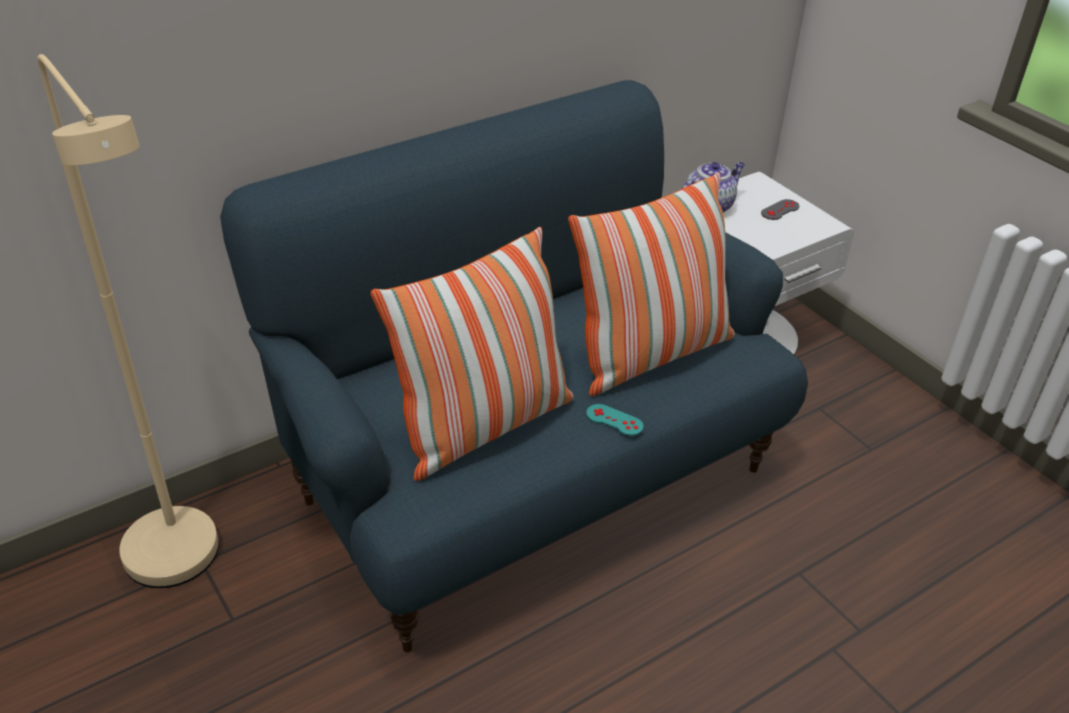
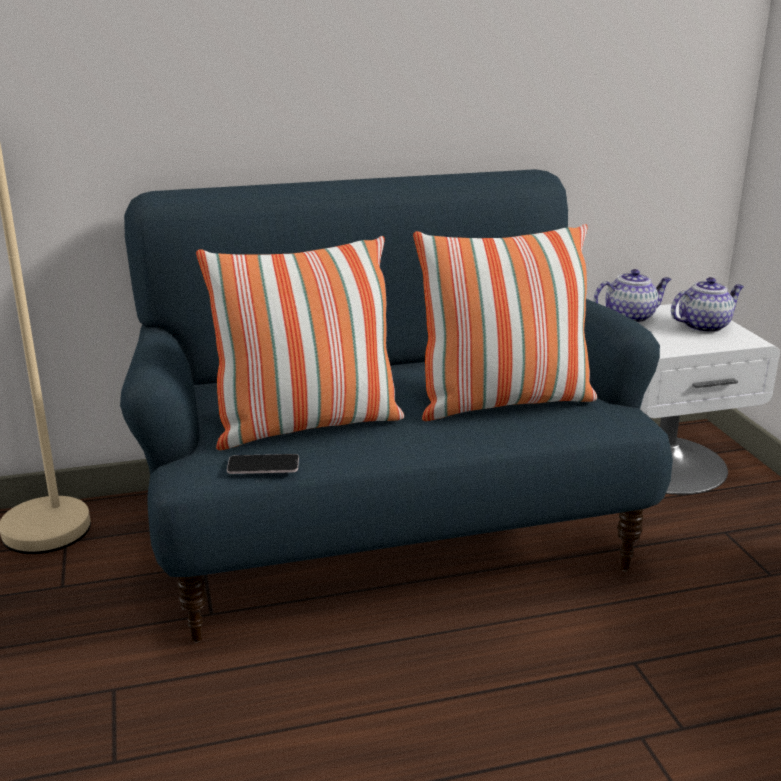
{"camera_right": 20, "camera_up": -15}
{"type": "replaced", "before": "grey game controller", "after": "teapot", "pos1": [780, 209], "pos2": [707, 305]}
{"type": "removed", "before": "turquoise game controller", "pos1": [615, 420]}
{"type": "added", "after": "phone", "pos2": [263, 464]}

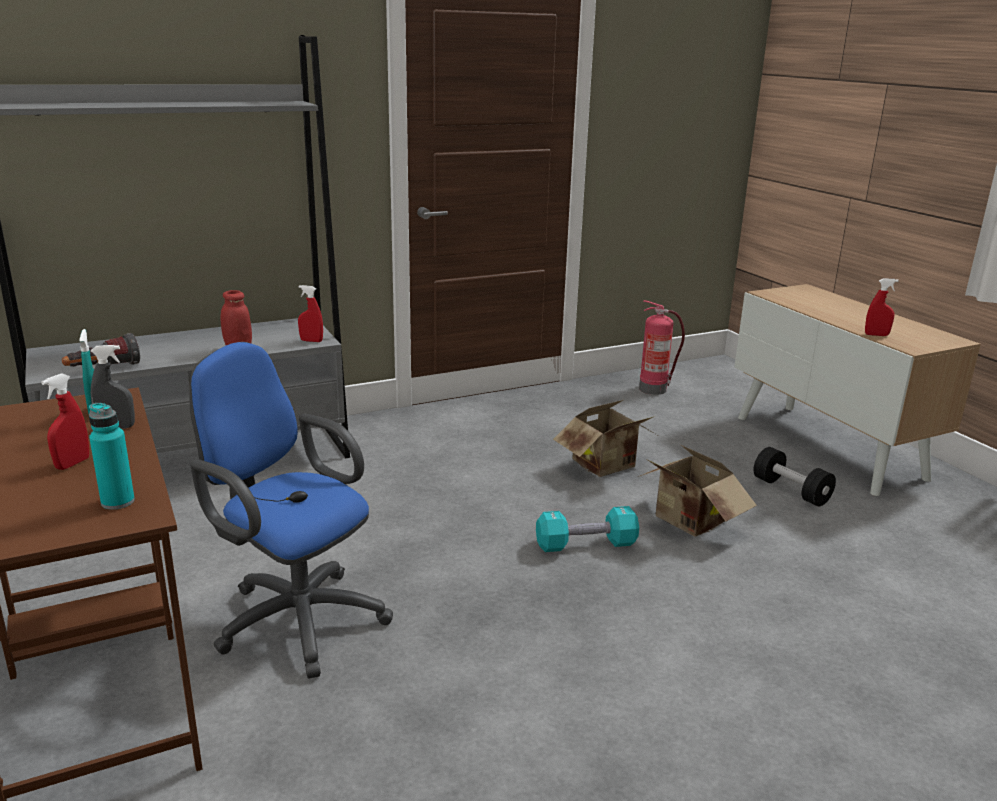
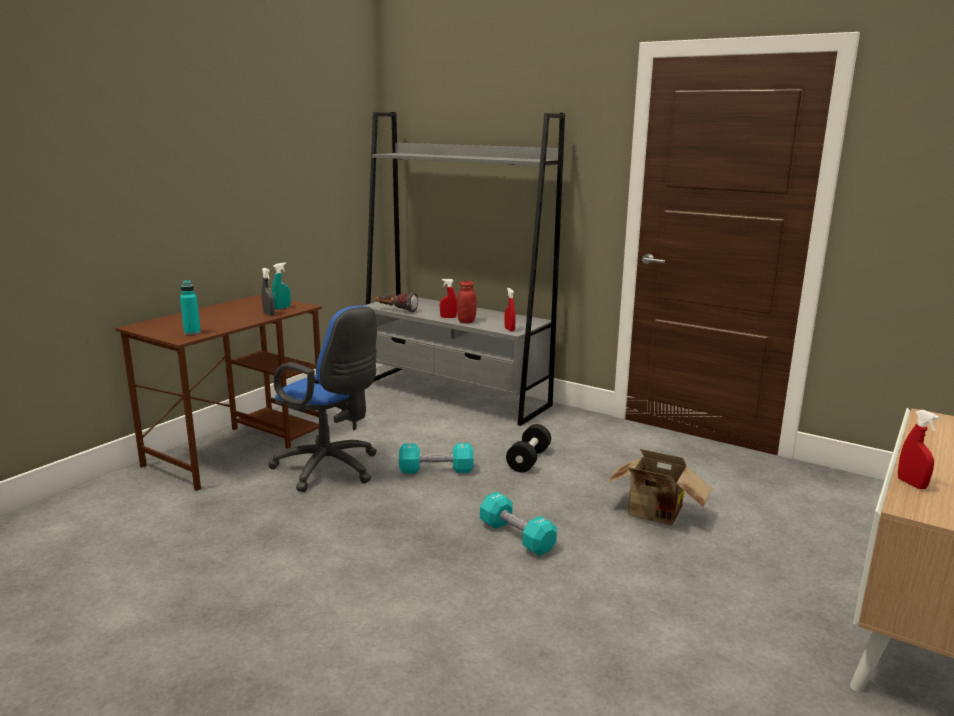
{"camera_right": 60, "camera_up": -5}
{"type": "removed", "before": "fire extinguisher", "pos1": [662, 347]}
{"type": "turned", "before": "blue office chair", "pos1": [291, 510], "pos2": [322, 399], "turn": 120}
{"type": "moved", "before": "red spray bottle", "pos1": [65, 421], "pos2": [448, 298]}
{"type": "removed", "before": "cardboard box", "pos1": [697, 491]}
{"type": "moved", "before": "black dumbbell", "pos1": [795, 476], "pos2": [528, 448]}
{"type": "added", "after": "turquoise dumbbell", "pos2": [436, 458]}

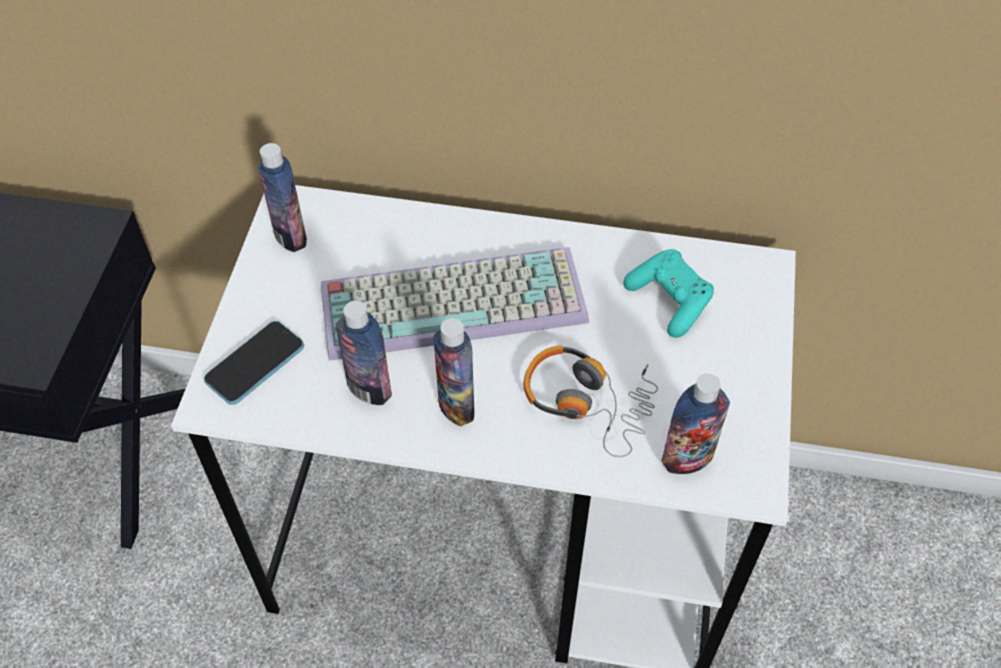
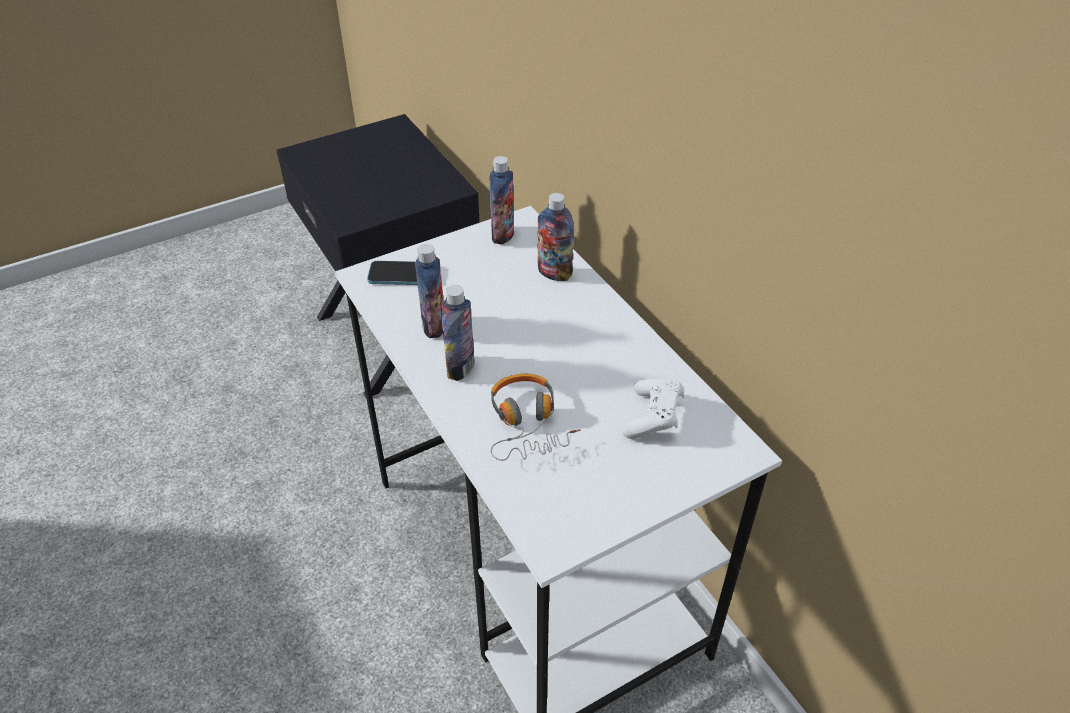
{"camera_right": 50, "camera_up": -10}
{"type": "removed", "before": "keyboard", "pos1": [455, 304]}
{"type": "recoloured", "before": "turquoise game controller", "after": "white game controller", "pos1": [668, 293], "pos2": [653, 408]}
{"type": "moved", "before": "bottle", "pos1": [696, 423], "pos2": [555, 237]}

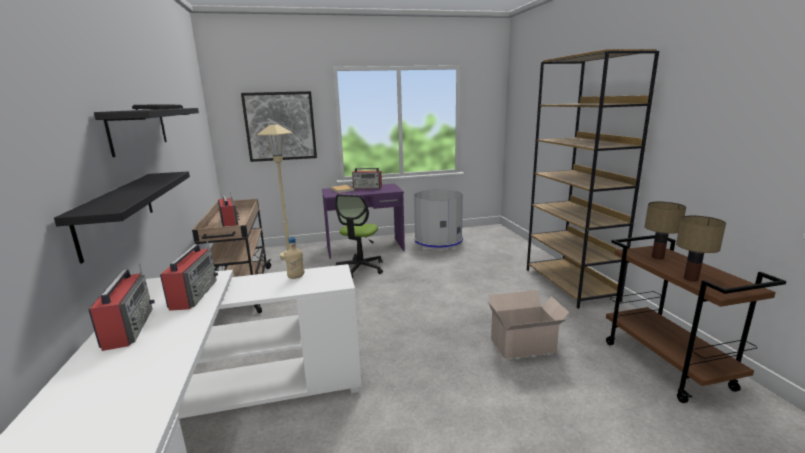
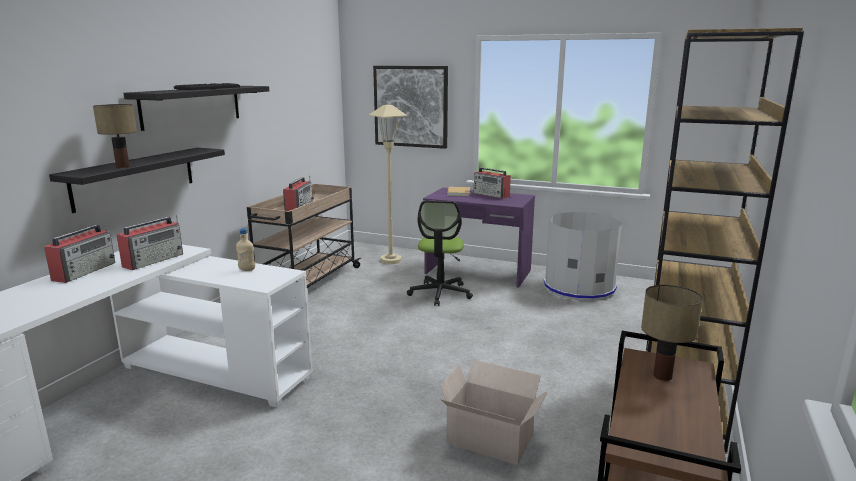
{"camera_right": 35, "camera_up": 0}
{"type": "turned", "before": "office chair", "pos1": [358, 236], "pos2": [440, 253], "turn": -45}
{"type": "moved", "before": "table lamp", "pos1": [701, 249], "pos2": [115, 136]}

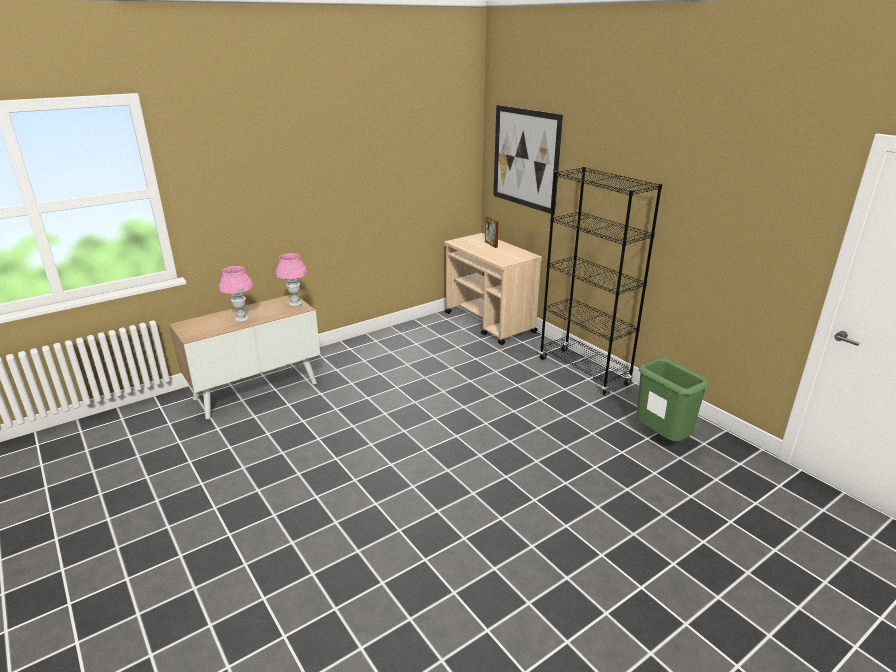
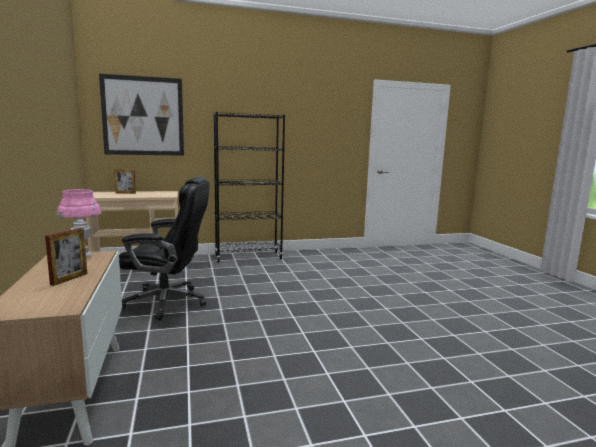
{"camera_right": -70, "camera_up": -15}
{"type": "replaced", "before": "pink table lamp", "after": "picture frame", "pos1": [236, 294], "pos2": [66, 257]}
{"type": "removed", "before": "green trash can", "pos1": [672, 399]}
{"type": "added", "after": "black office chair", "pos2": [164, 248]}

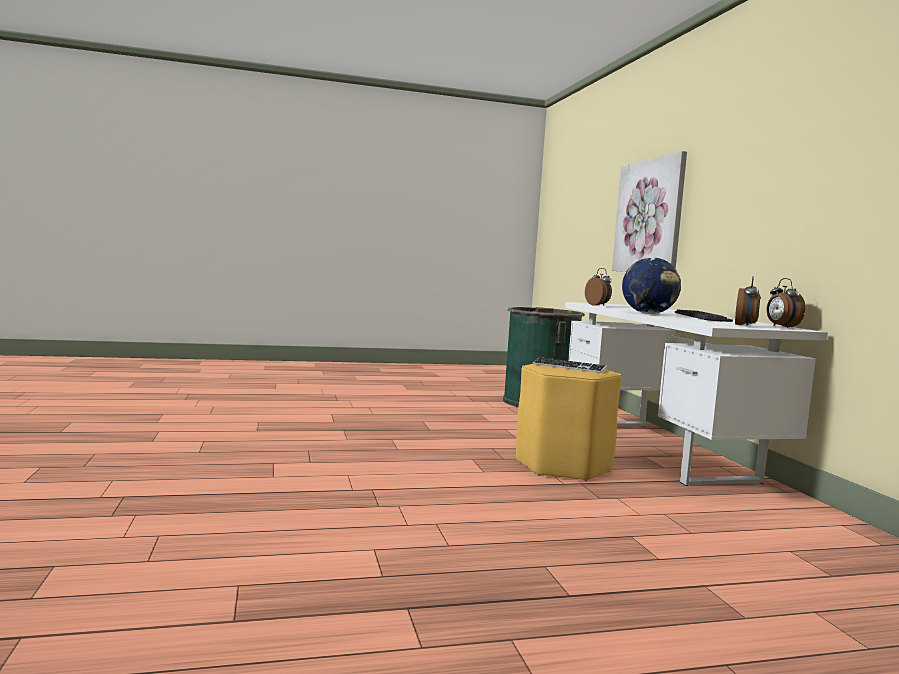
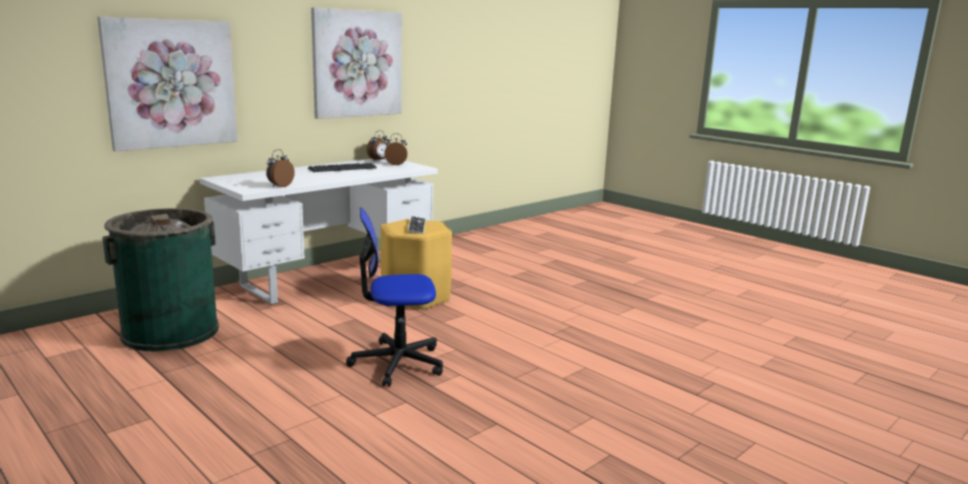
{"camera_right": -120, "camera_up": 10}
{"type": "removed", "before": "globe", "pos1": [651, 285]}
{"type": "added", "after": "picture", "pos2": [356, 63]}
{"type": "added", "after": "office chair", "pos2": [394, 297]}

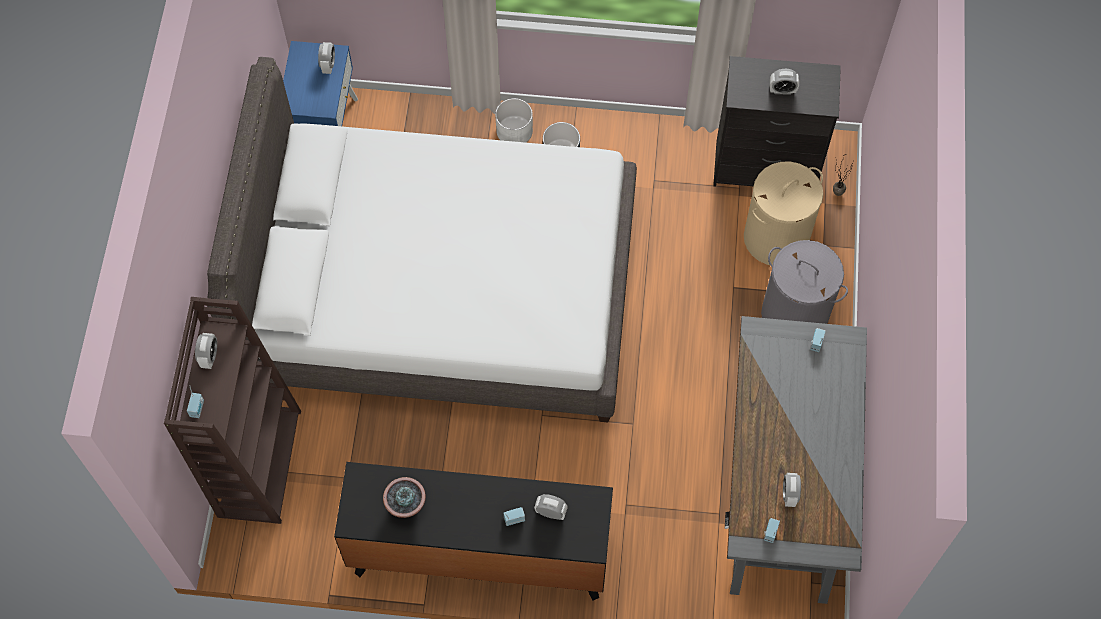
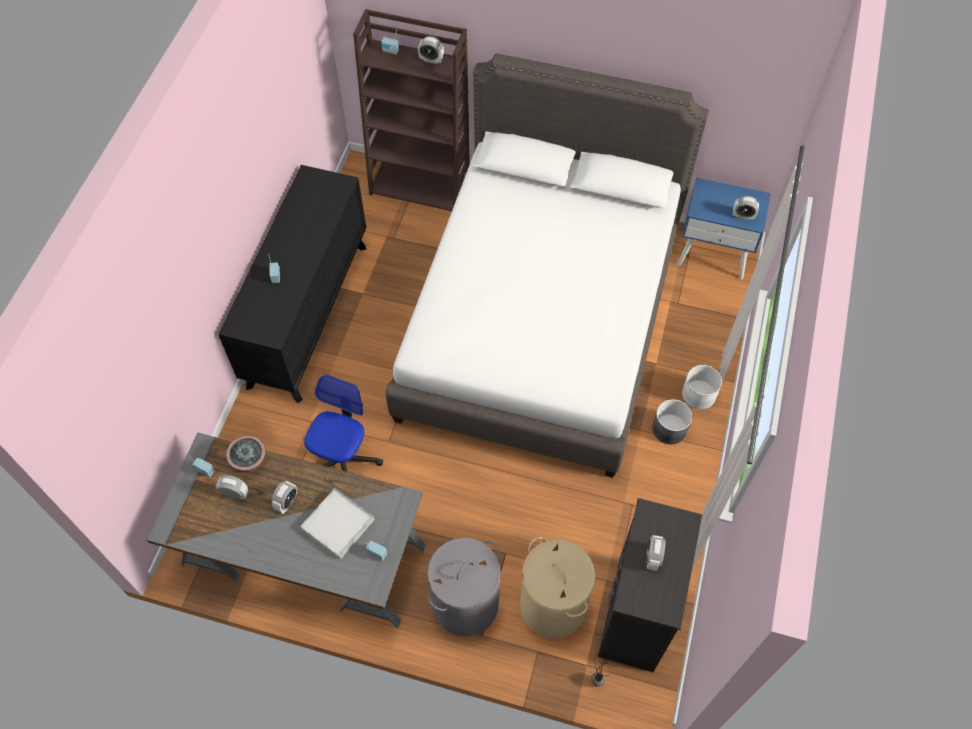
{"camera_right": 100, "camera_up": -5}
{"type": "moved", "before": "potted plant", "pos1": [404, 497], "pos2": [245, 454]}
{"type": "moved", "before": "alarm clock", "pos1": [551, 507], "pos2": [284, 497]}
{"type": "added", "after": "office chair", "pos2": [343, 423]}
{"type": "added", "after": "white tray", "pos2": [337, 523]}

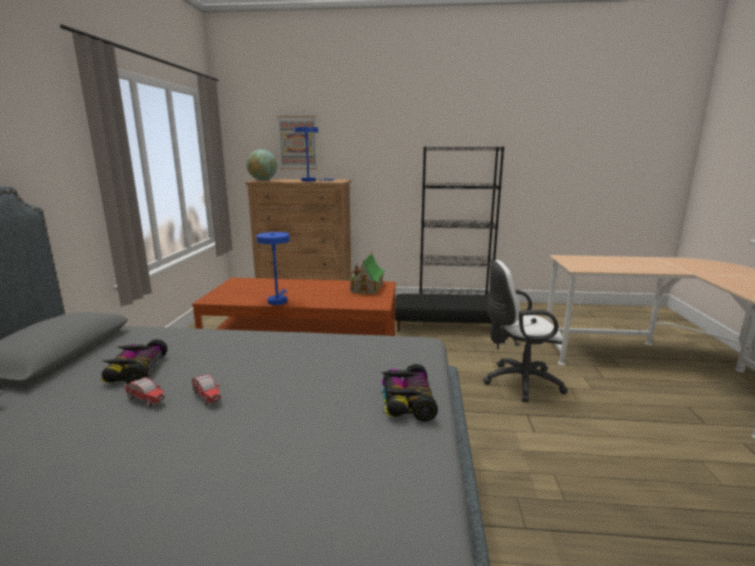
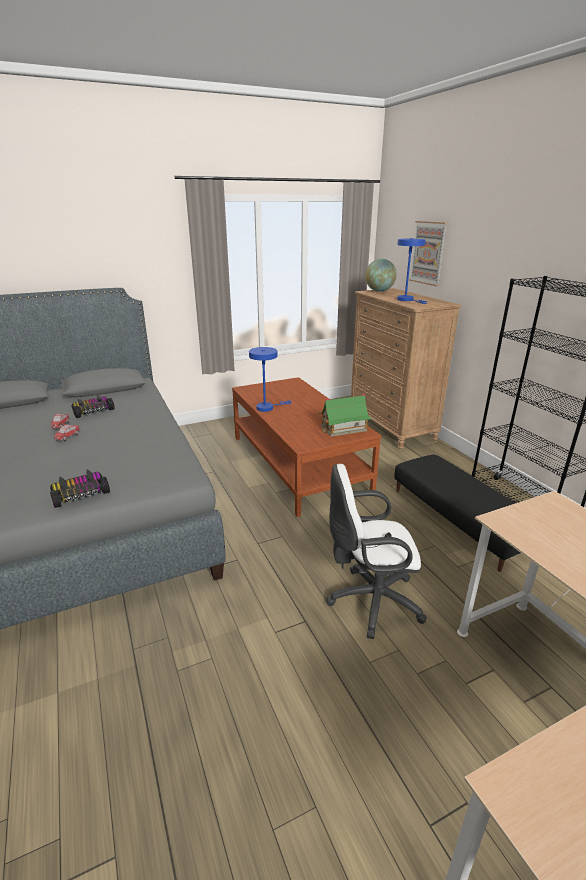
{"camera_right": 60, "camera_up": 10}
{"type": "turned", "before": "white office chair", "pos1": [525, 331], "pos2": [376, 551], "turn": -60}

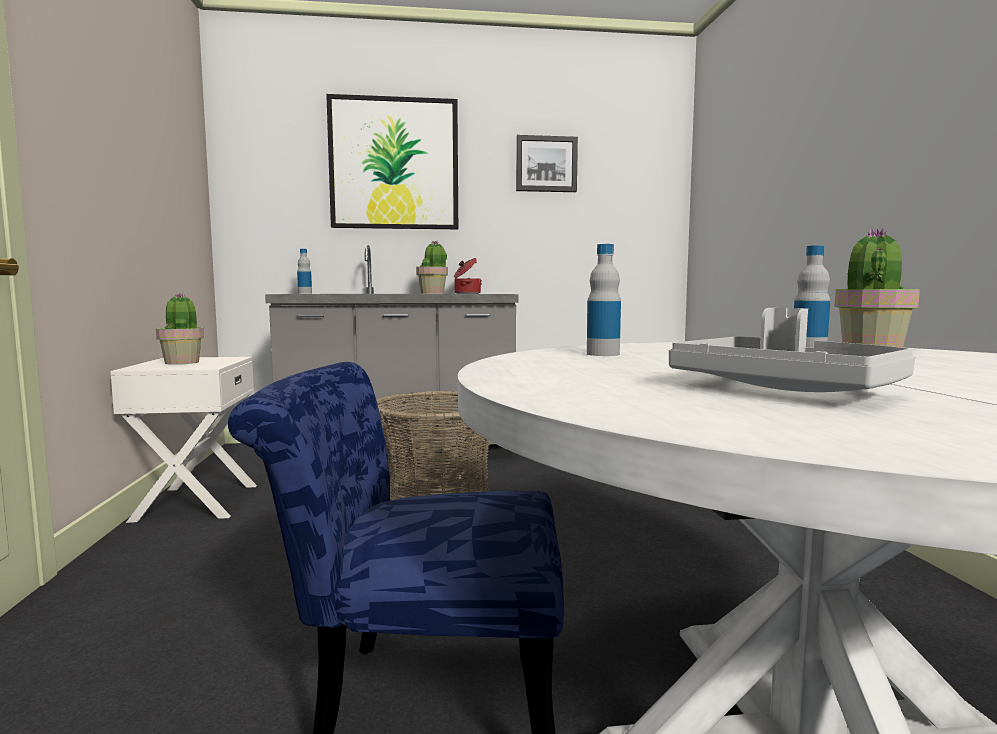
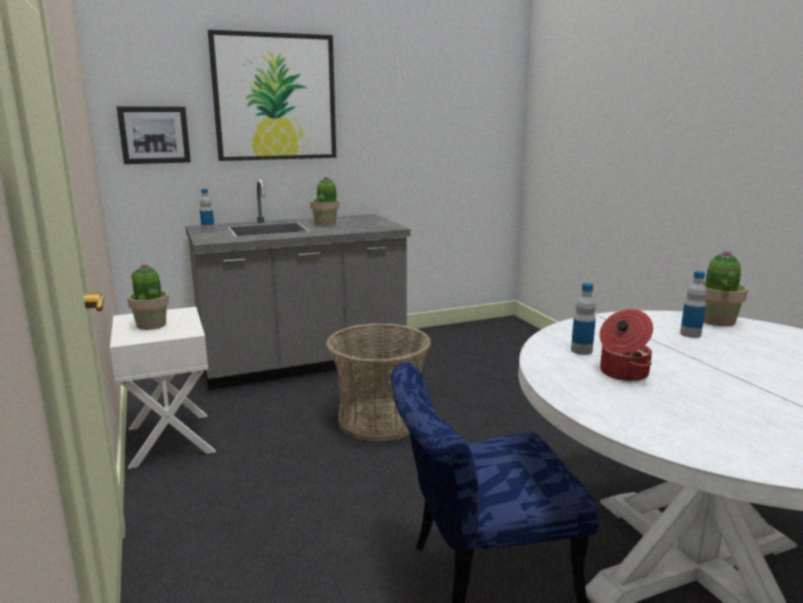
{"camera_right": -15, "camera_up": 10}
{"type": "moved", "before": "picture", "pos1": [547, 163], "pos2": [154, 135]}
{"type": "moved", "before": "cooking pot", "pos1": [468, 276], "pos2": [626, 345]}
{"type": "removed", "before": "grey tray", "pos1": [792, 350]}

